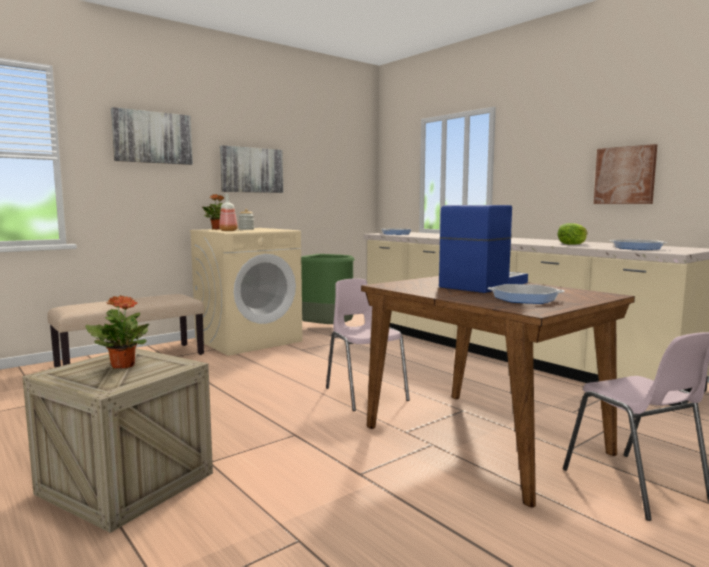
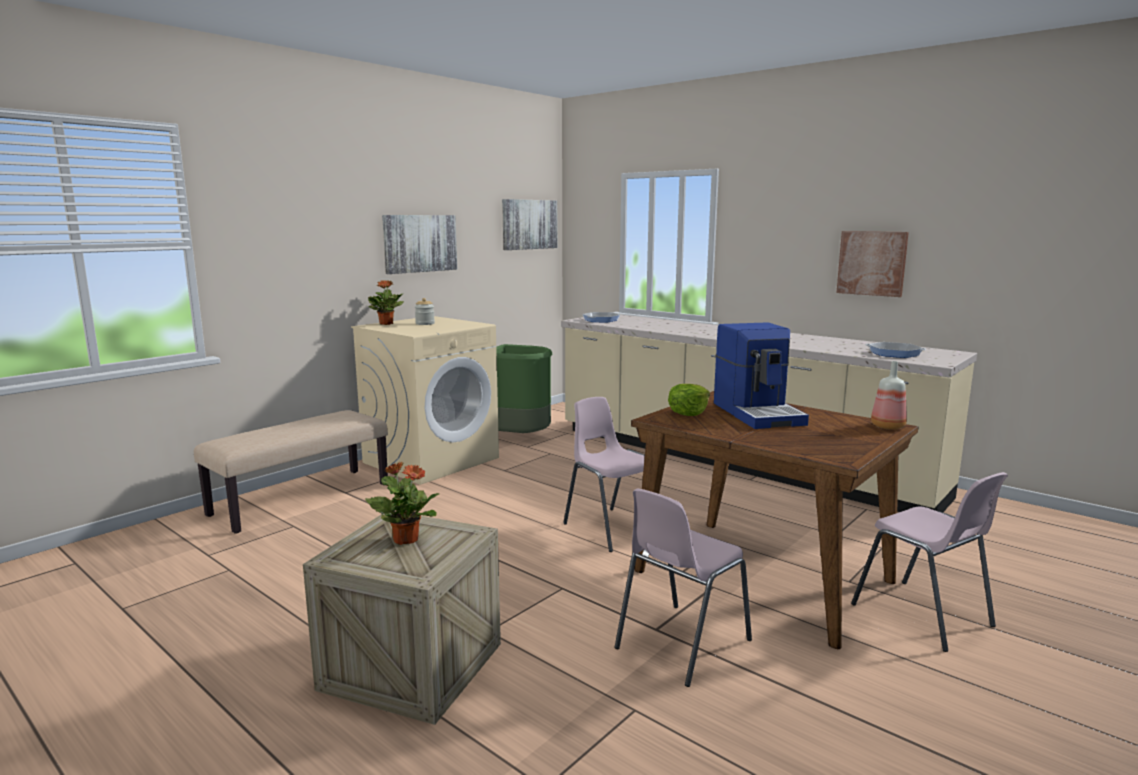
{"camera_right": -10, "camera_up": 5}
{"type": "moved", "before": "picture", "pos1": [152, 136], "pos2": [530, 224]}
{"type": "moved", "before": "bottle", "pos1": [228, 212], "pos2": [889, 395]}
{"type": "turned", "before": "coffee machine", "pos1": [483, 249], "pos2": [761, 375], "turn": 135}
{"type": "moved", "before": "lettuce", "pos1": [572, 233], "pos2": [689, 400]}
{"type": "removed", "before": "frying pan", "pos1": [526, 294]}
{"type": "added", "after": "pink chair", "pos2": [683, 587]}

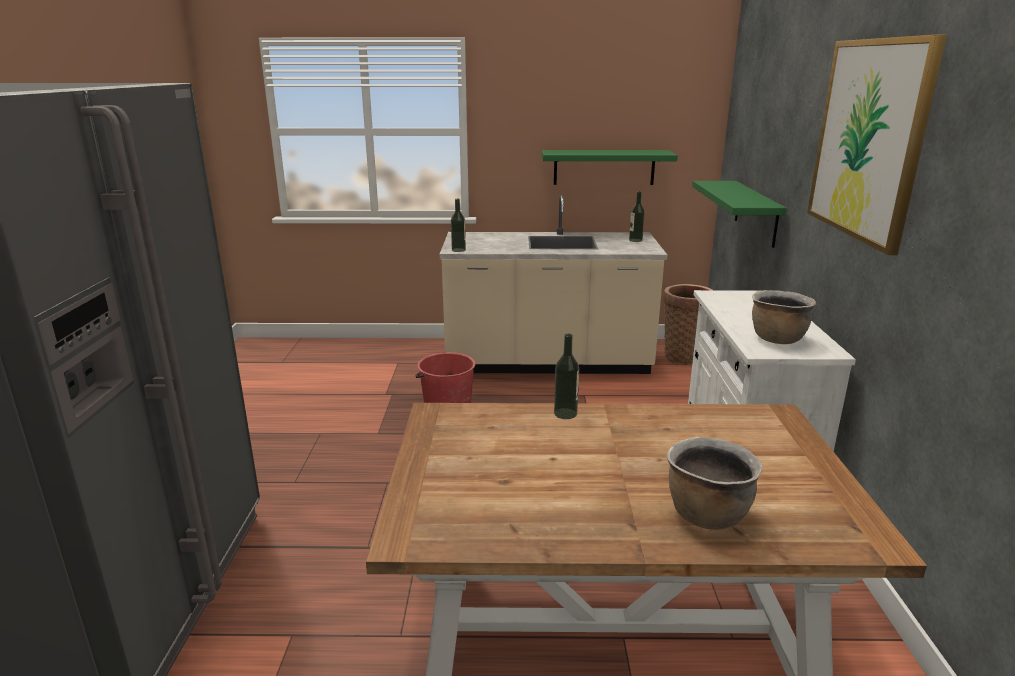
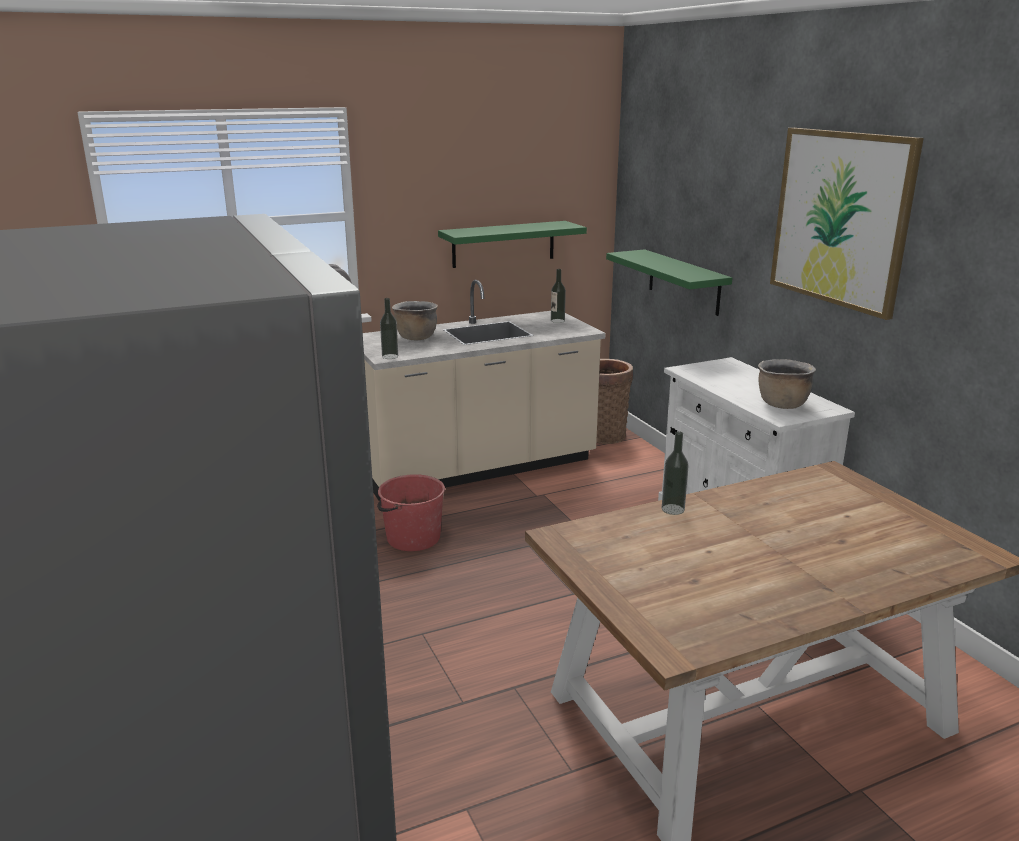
{"camera_right": -25, "camera_up": 0}
{"type": "moved", "before": "brown cooking pot", "pos1": [714, 483], "pos2": [415, 320]}

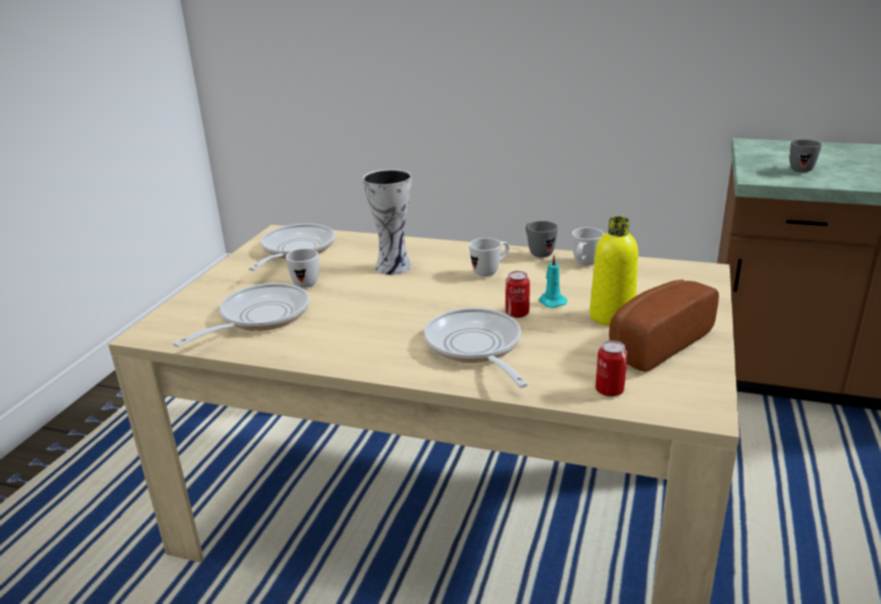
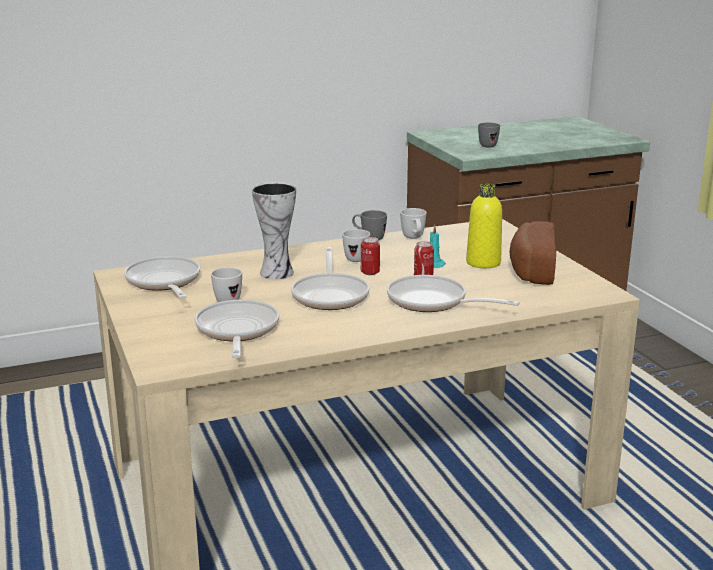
{"camera_right": -40, "camera_up": -5}
{"type": "moved", "before": "can", "pos1": [611, 368], "pos2": [370, 256]}
{"type": "added", "after": "frying pan", "pos2": [330, 278]}

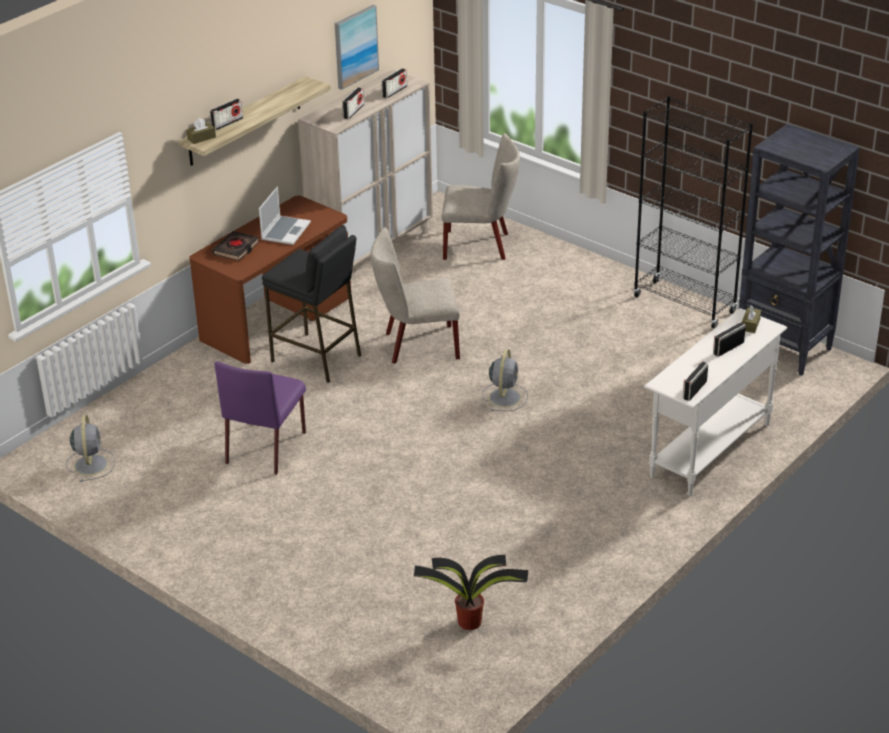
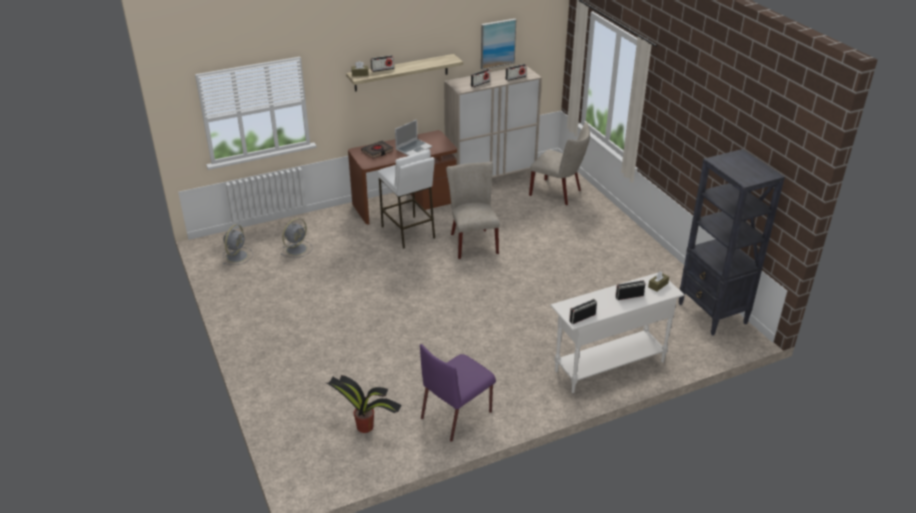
{"camera_right": 25, "camera_up": 0}
{"type": "removed", "before": "black bookcase", "pos1": [693, 212]}
{"type": "recoloured", "before": "black stool", "after": "white stool", "pos1": [311, 304], "pos2": [406, 199]}
{"type": "turned", "before": "beige chair", "pos1": [415, 295], "pos2": [473, 210], "turn": 60}
{"type": "moved", "before": "grey fan", "pos1": [505, 380], "pos2": [297, 238]}
{"type": "moved", "before": "purple chair", "pos1": [260, 418], "pos2": [458, 393]}

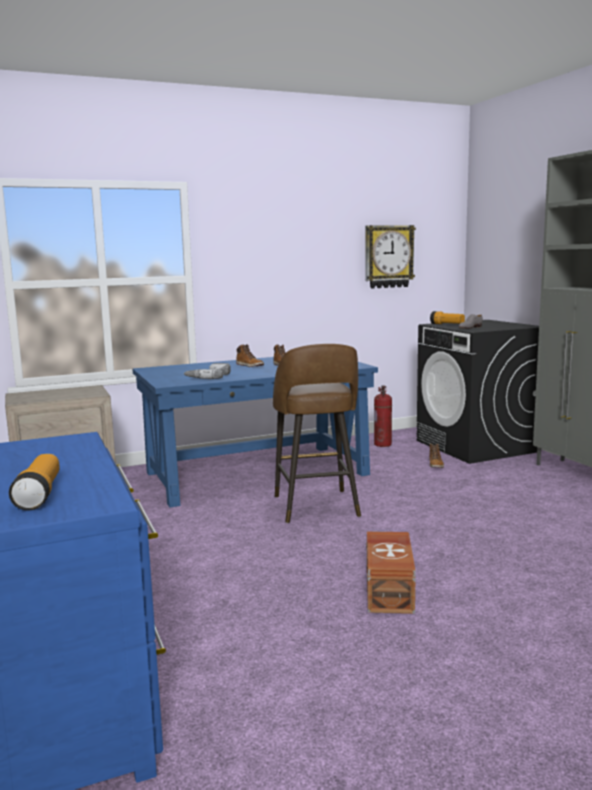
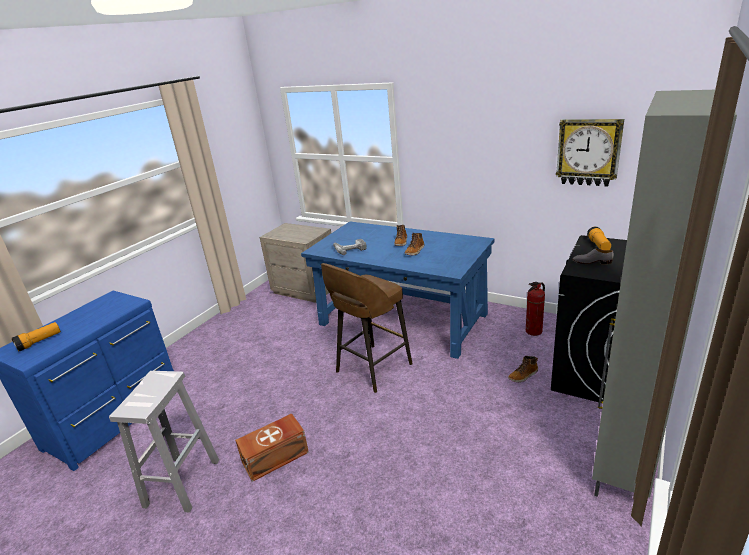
{"camera_right": 55, "camera_up": 15}
{"type": "added", "after": "white stool", "pos2": [164, 442]}

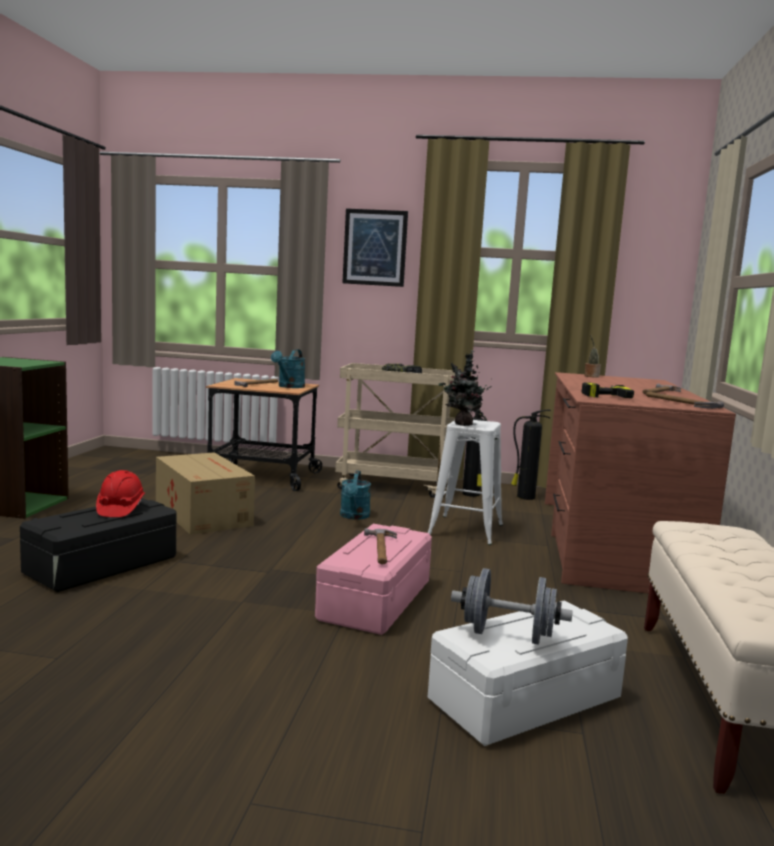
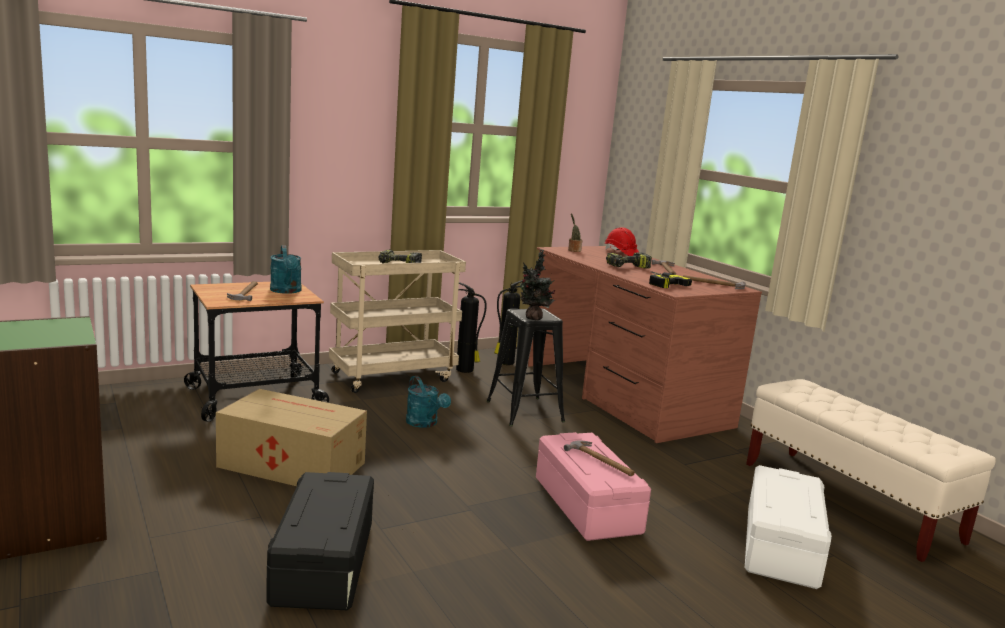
{"camera_right": -40, "camera_up": 5}
{"type": "removed", "before": "picture", "pos1": [375, 248]}
{"type": "recoloured", "before": "white stool", "after": "black stool", "pos1": [465, 482], "pos2": [526, 367]}
{"type": "moved", "before": "red hard hat", "pos1": [120, 493], "pos2": [622, 241]}
{"type": "removed", "before": "grey dumbbell", "pos1": [512, 606]}
{"type": "added", "after": "power drill", "pos2": [629, 260]}

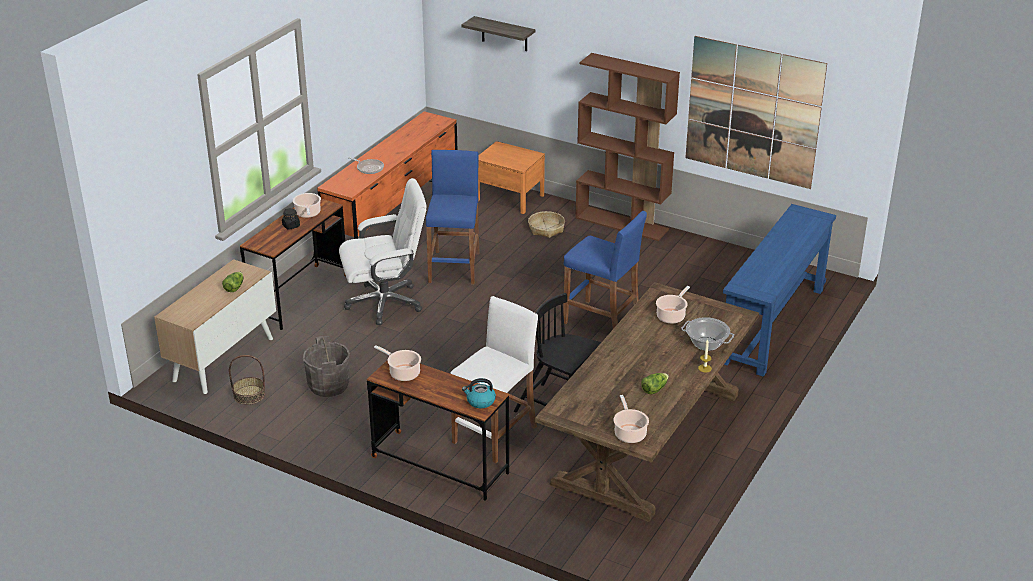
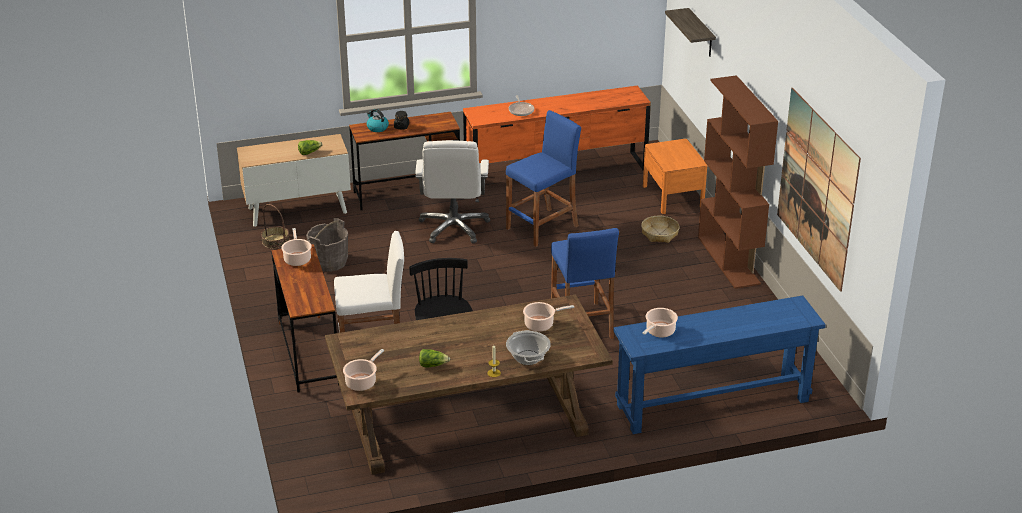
{"camera_right": 45, "camera_up": 0}
{"type": "turned", "before": "white office chair", "pos1": [383, 251], "pos2": [452, 192], "turn": 60}
{"type": "moved", "before": "cooking pot", "pos1": [307, 205], "pos2": [660, 323]}
{"type": "moved", "before": "kettle", "pos1": [479, 393], "pos2": [378, 120]}

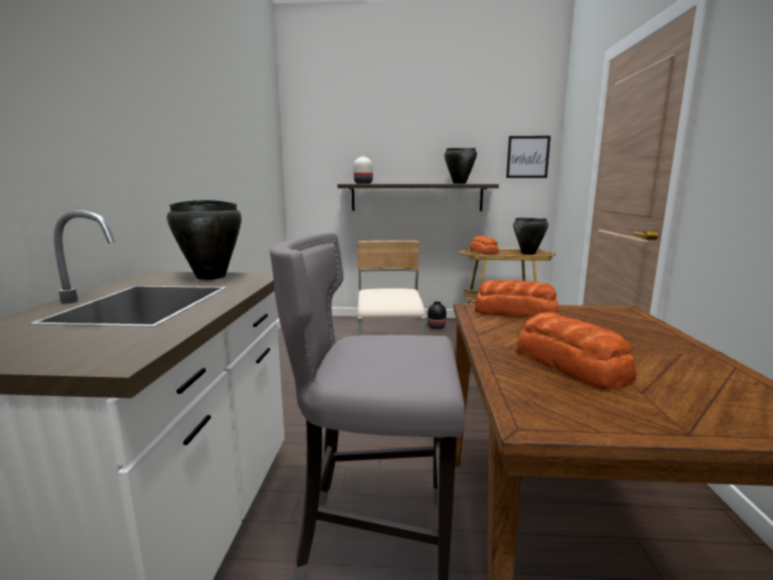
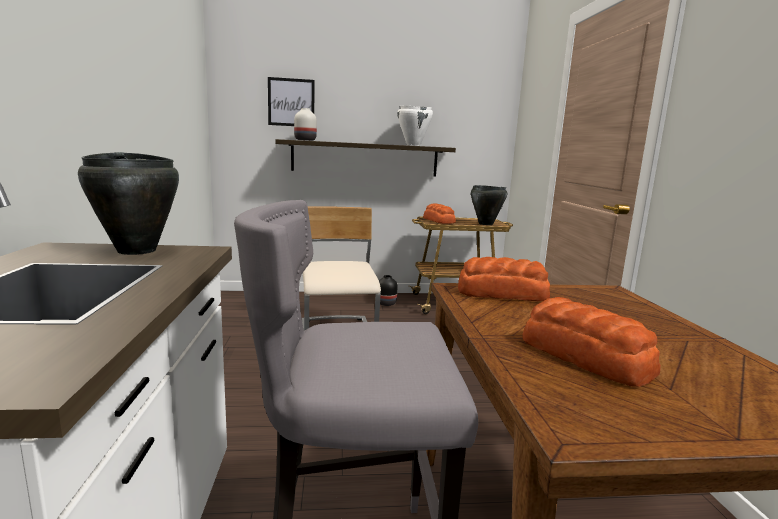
{"camera_right": -10, "camera_up": 0}
{"type": "moved", "before": "picture", "pos1": [528, 157], "pos2": [291, 101]}
{"type": "recoloured", "before": "black cooking pot", "after": "white cooking pot", "pos1": [460, 166], "pos2": [415, 125]}

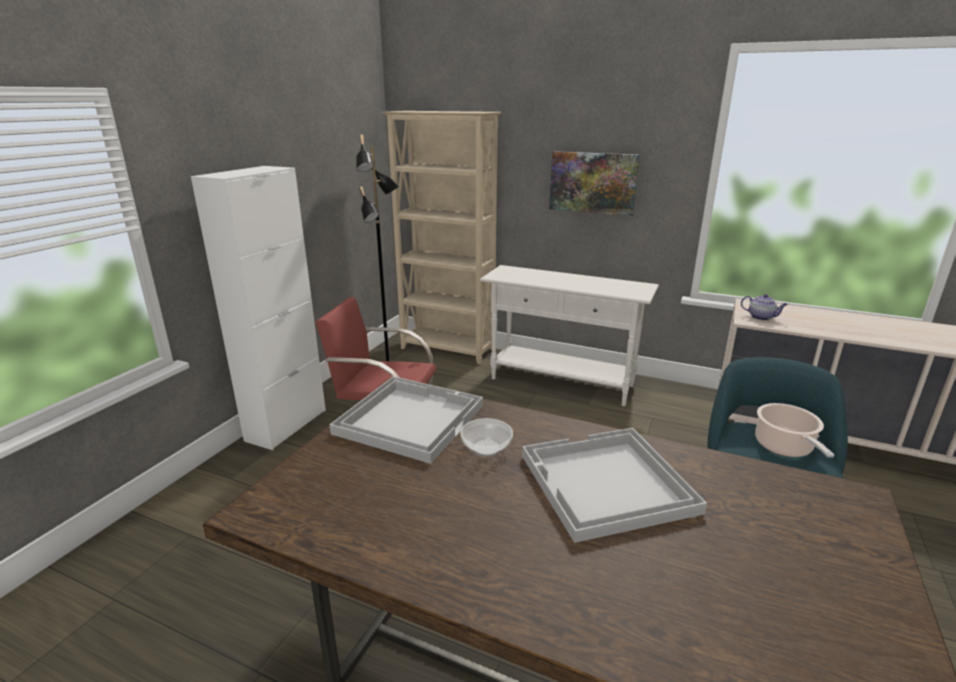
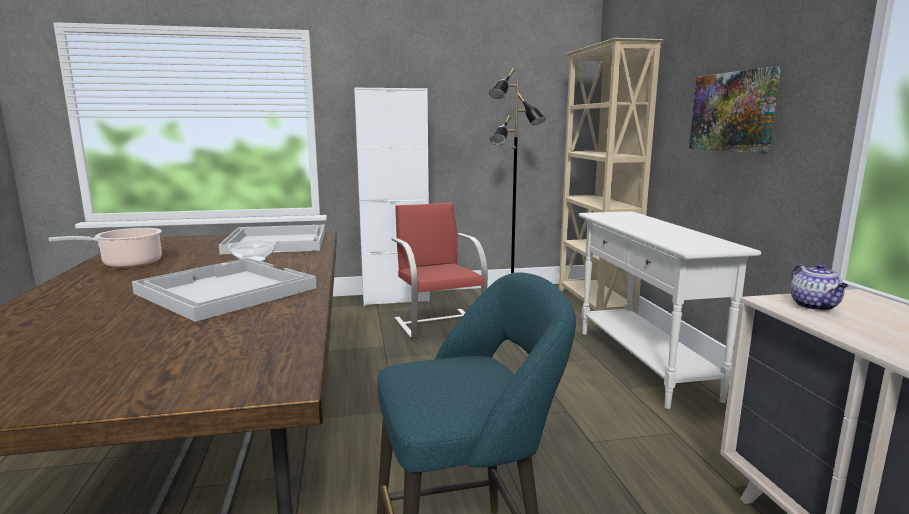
{"camera_right": 55, "camera_up": -10}
{"type": "moved", "before": "cooking pot", "pos1": [794, 430], "pos2": [105, 248]}

